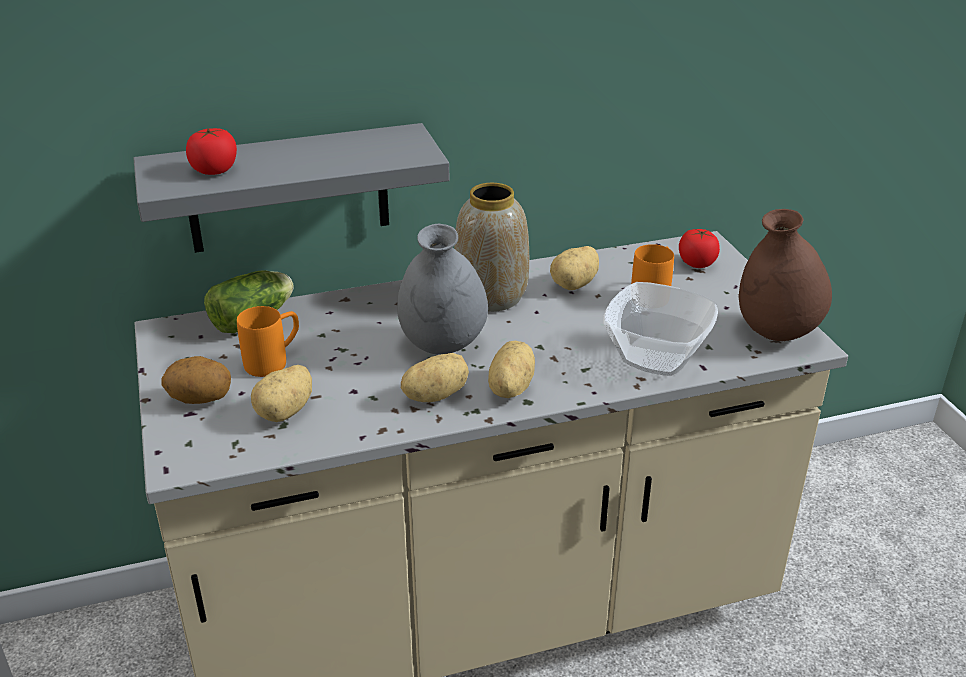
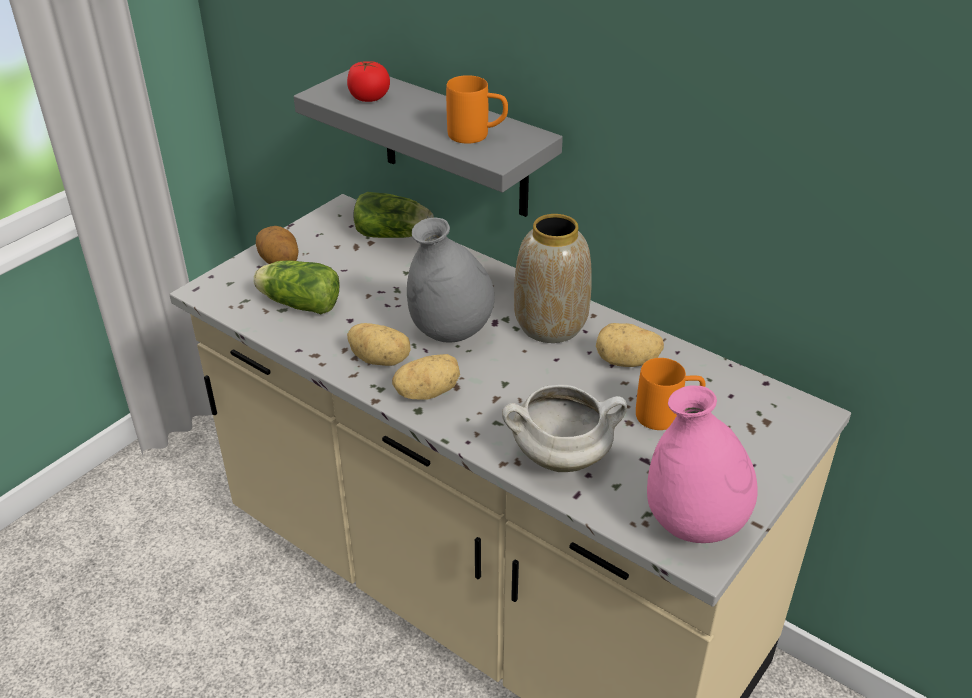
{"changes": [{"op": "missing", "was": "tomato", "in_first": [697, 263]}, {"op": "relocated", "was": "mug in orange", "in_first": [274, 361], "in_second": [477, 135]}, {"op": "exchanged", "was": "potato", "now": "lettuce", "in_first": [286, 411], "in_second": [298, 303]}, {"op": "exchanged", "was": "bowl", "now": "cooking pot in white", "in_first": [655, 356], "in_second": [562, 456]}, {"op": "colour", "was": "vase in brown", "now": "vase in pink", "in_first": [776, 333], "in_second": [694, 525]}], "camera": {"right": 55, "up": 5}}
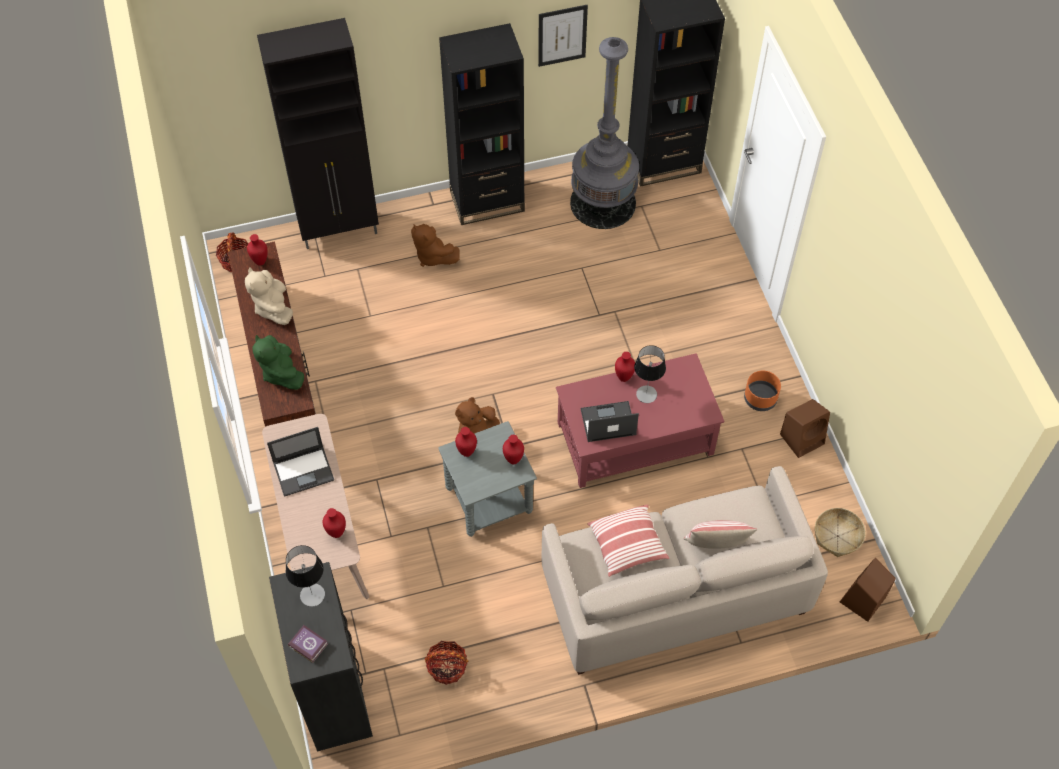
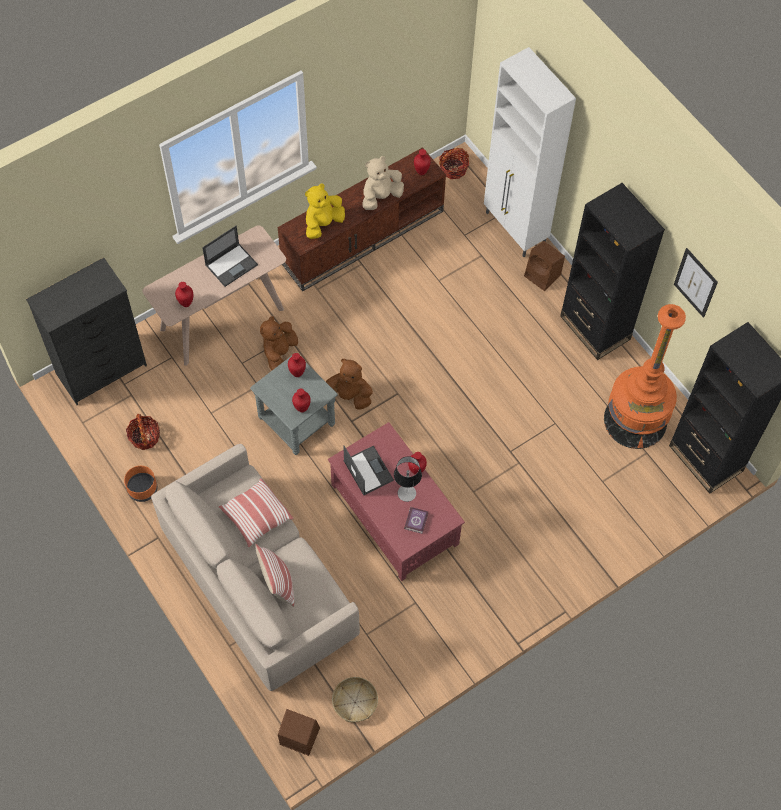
{"changes": [{"op": "missing", "was": "table lamp", "in_first": [312, 595]}, {"op": "relocated", "was": "book", "in_first": [308, 644], "in_second": [416, 520]}, {"op": "relocated", "was": "plush toy in brown", "in_first": [432, 256], "in_second": [279, 352]}, {"op": "relocated", "was": "planter in orange", "in_first": [760, 399], "in_second": [142, 489]}, {"op": "relocated", "was": "speaker in brown", "in_first": [802, 438], "in_second": [543, 275]}, {"op": "colour", "was": "plush toy in green", "now": "plush toy in yellow", "in_first": [281, 373], "in_second": [323, 223]}, {"op": "colour", "was": "cabinet in black", "now": "cabinet in white", "in_first": [340, 230], "in_second": [515, 229]}, {"op": "colour", "was": "floor lamp in grey", "now": "floor lamp in orange", "in_first": [603, 203], "in_second": [635, 420]}, {"op": "spun", "was": "laptop", "in_first": [304, 471], "in_second": [231, 264], "clockwise": -90}], "camera": {"right": 70, "up": 5}}
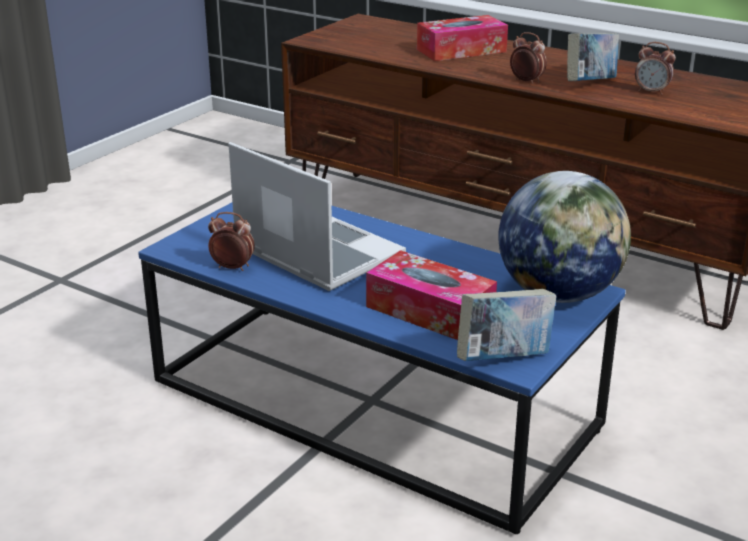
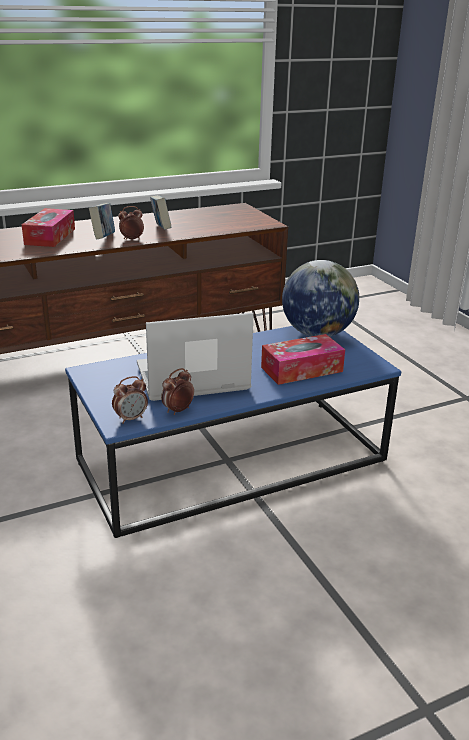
{"changes": [{"op": "relocated", "was": "book", "in_first": [504, 359], "in_second": [103, 239]}, {"op": "relocated", "was": "alarm clock", "in_first": [652, 92], "in_second": [131, 418]}], "camera": {"right": -60, "up": 0}}
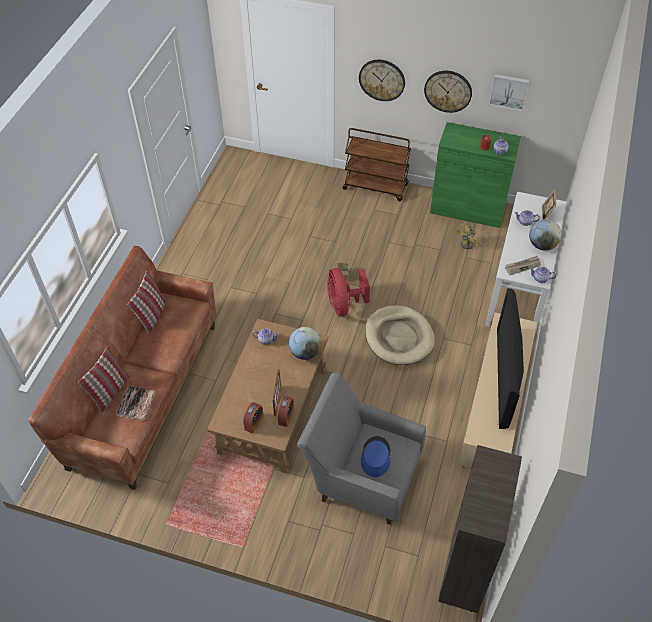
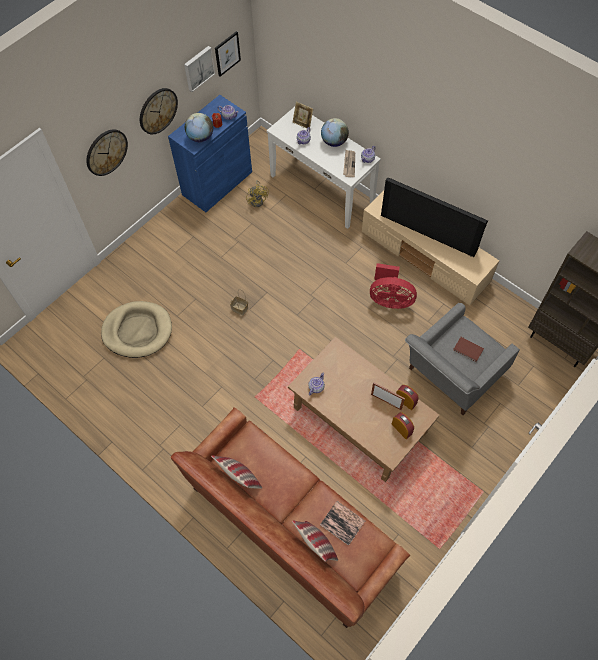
{"changes": [{"op": "missing", "was": "cart in brown", "in_first": [376, 187]}, {"op": "appeared", "now": "picture", "in_second": [227, 53]}, {"op": "relocated", "was": "globe", "in_first": [305, 352], "in_second": [200, 137]}, {"op": "relocated", "was": "fan in red", "in_first": [344, 305], "in_second": [390, 299]}, {"op": "relocated", "was": "dog bed in beige", "in_first": [399, 337], "in_second": [137, 331]}, {"op": "exchanged", "was": "hat in blue", "now": "book in brown", "in_first": [375, 457], "in_second": [468, 350]}, {"op": "colour", "was": "cabinet in green", "now": "cabinet in blue", "in_first": [468, 208], "in_second": [217, 183]}], "camera": {"right": -65, "up": 10}}
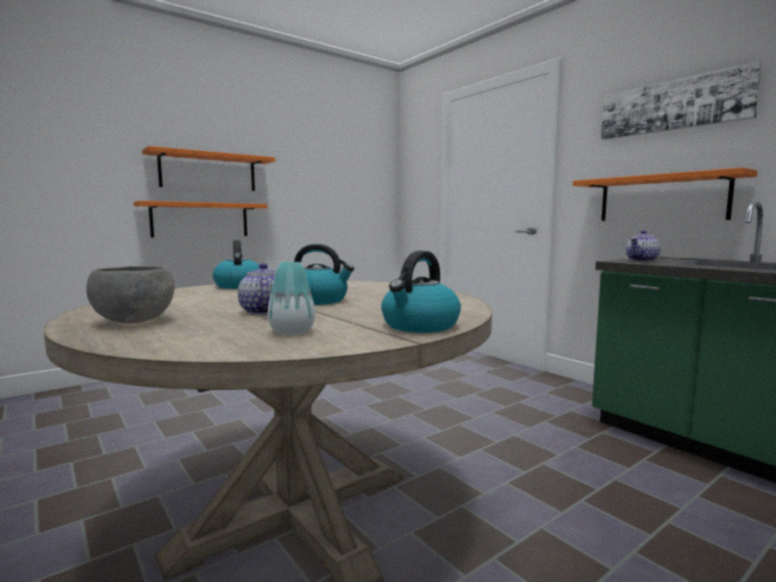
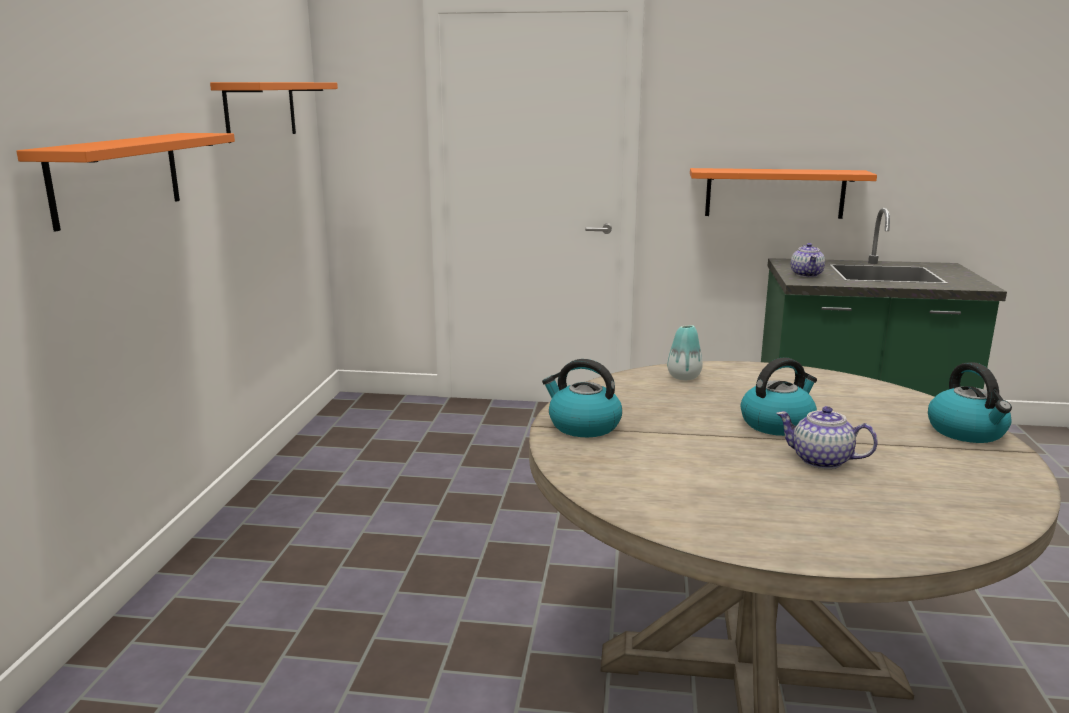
{"changes": [{"op": "missing", "was": "bowl in grey", "in_first": [135, 321]}, {"op": "missing", "was": "picture", "in_first": [673, 106]}, {"op": "relocated", "was": "shelf in orange", "in_first": [200, 220], "in_second": [261, 110]}, {"op": "relocated", "was": "vase", "in_first": [292, 332], "in_second": [684, 377]}], "camera": {"right": -45, "up": 10}}
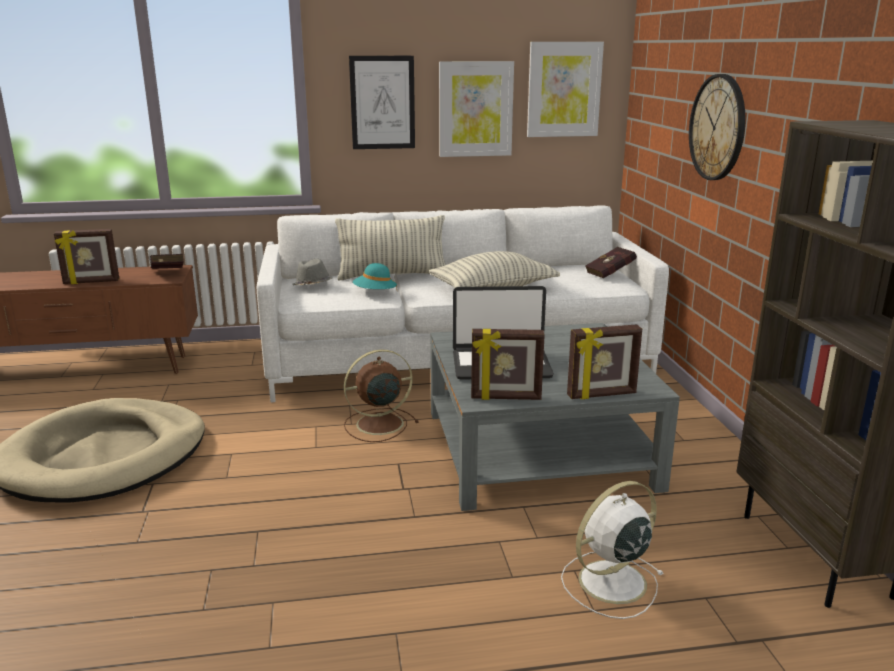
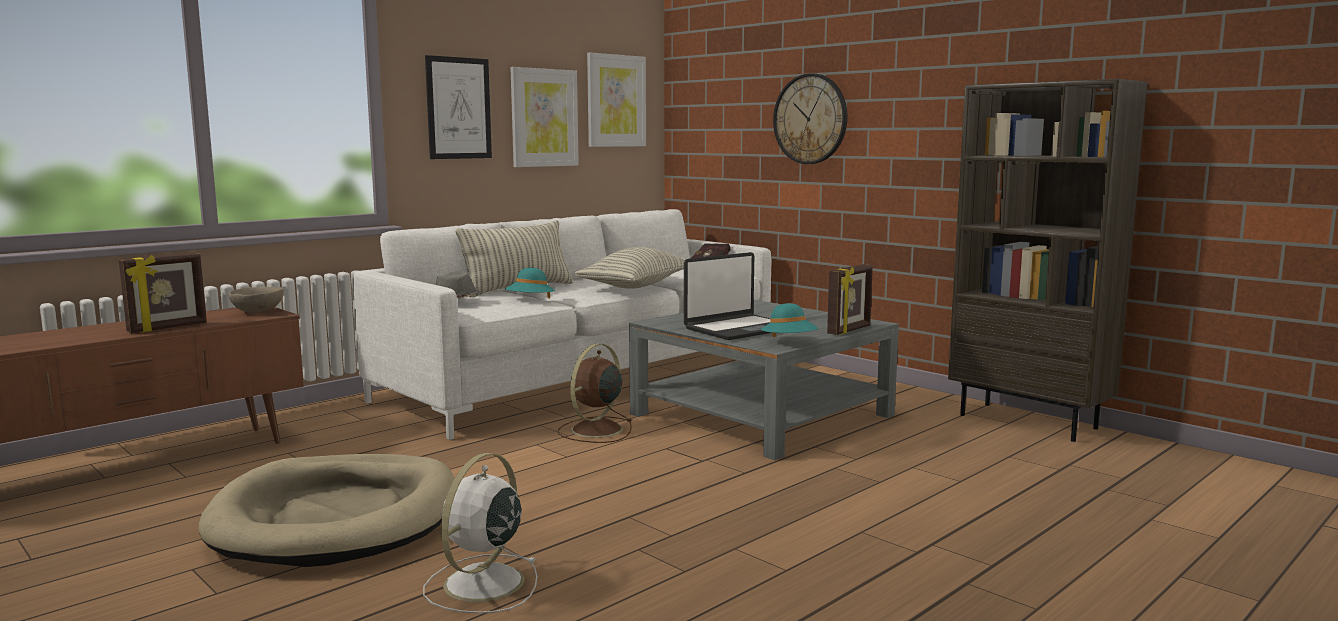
{"changes": [{"op": "relocated", "was": "fan in white", "in_first": [609, 583], "in_second": [482, 584]}, {"op": "exchanged", "was": "book in red", "now": "bowl in beige", "in_first": [168, 274], "in_second": [258, 312]}, {"op": "exchanged", "was": "picture frame", "now": "hat in turquoise", "in_first": [506, 398], "in_second": [789, 342]}], "camera": {"right": -35, "up": -10}}
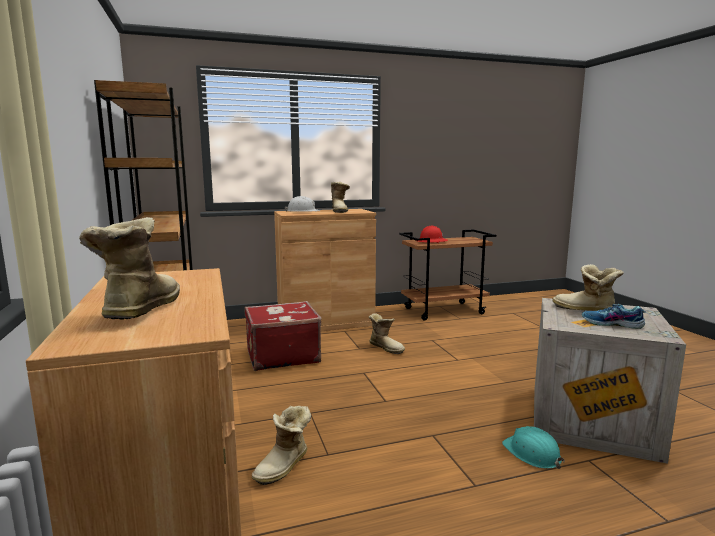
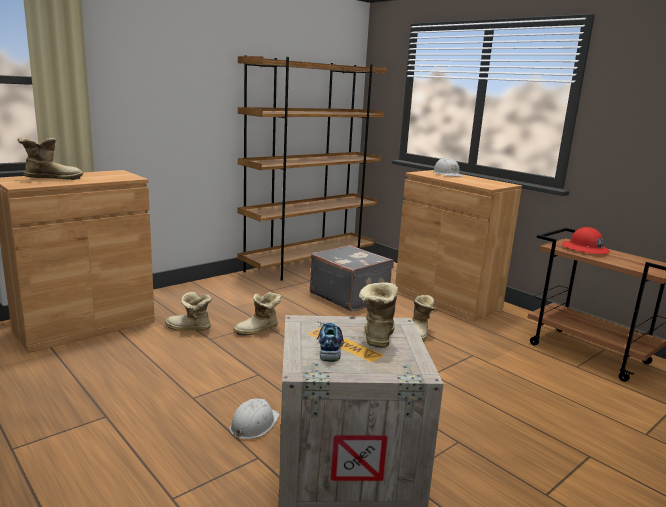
{"changes": [{"op": "relocated", "was": "boot", "in_first": [340, 211], "in_second": [258, 330]}, {"op": "colour", "was": "suitcase in red", "now": "suitcase in grey", "in_first": [282, 356], "in_second": [350, 296]}, {"op": "colour", "was": "hard hat in turquoise", "now": "hard hat in white", "in_first": [532, 453], "in_second": [254, 424]}], "camera": {"right": 65, "up": 5}}
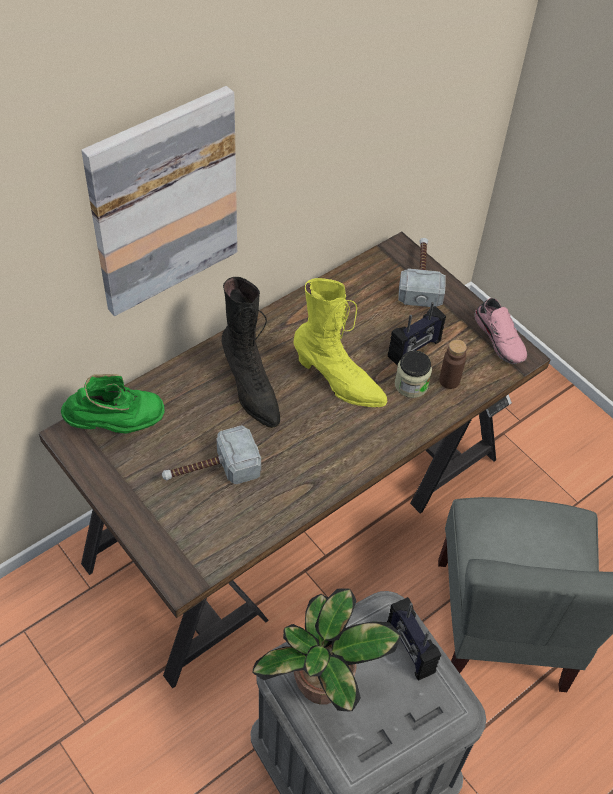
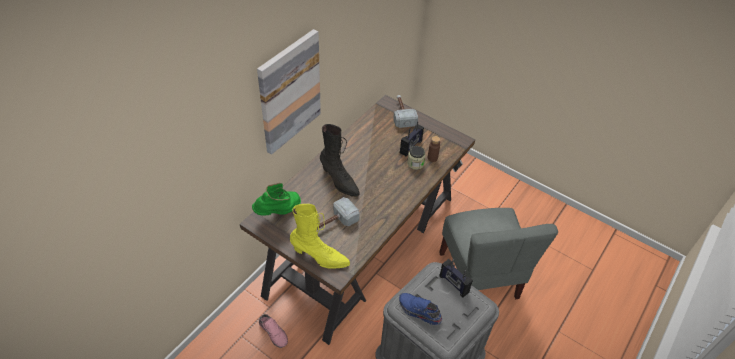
{"changes": [{"op": "relocated", "was": "boot in yellow", "in_first": [338, 382], "in_second": [319, 257]}, {"op": "relocated", "was": "shoe in pink", "in_first": [501, 338], "in_second": [274, 332]}, {"op": "exchanged", "was": "potted plant", "now": "shoe in blue", "in_first": [321, 687], "in_second": [419, 311]}], "camera": {"right": -15, "up": -5}}
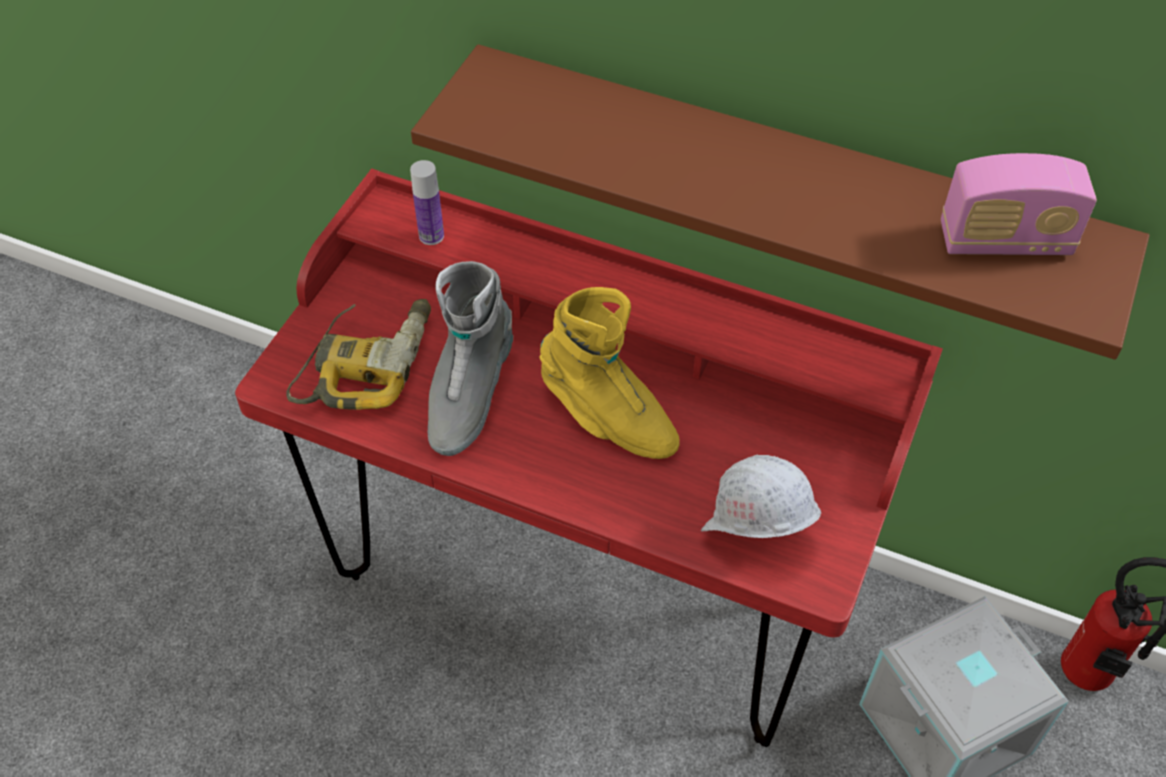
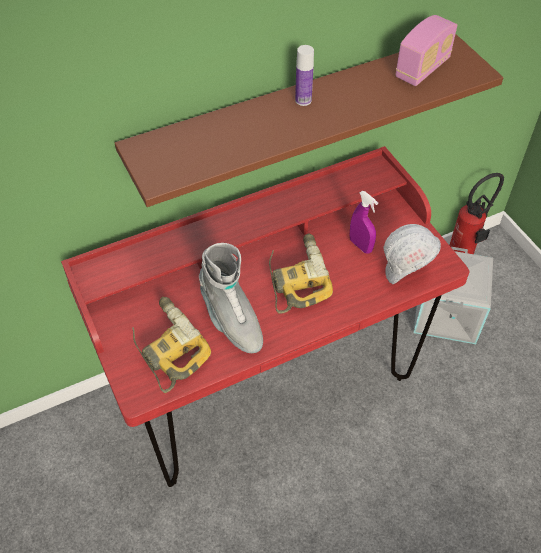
{"changes": [{"op": "appeared", "now": "spray bottle in purple", "in_second": [360, 245]}, {"op": "relocated", "was": "bottle", "in_first": [431, 236], "in_second": [303, 100]}, {"op": "exchanged", "was": "boot in yellow", "now": "power drill", "in_first": [607, 418], "in_second": [296, 278]}], "camera": {"right": -50, "up": 0}}
